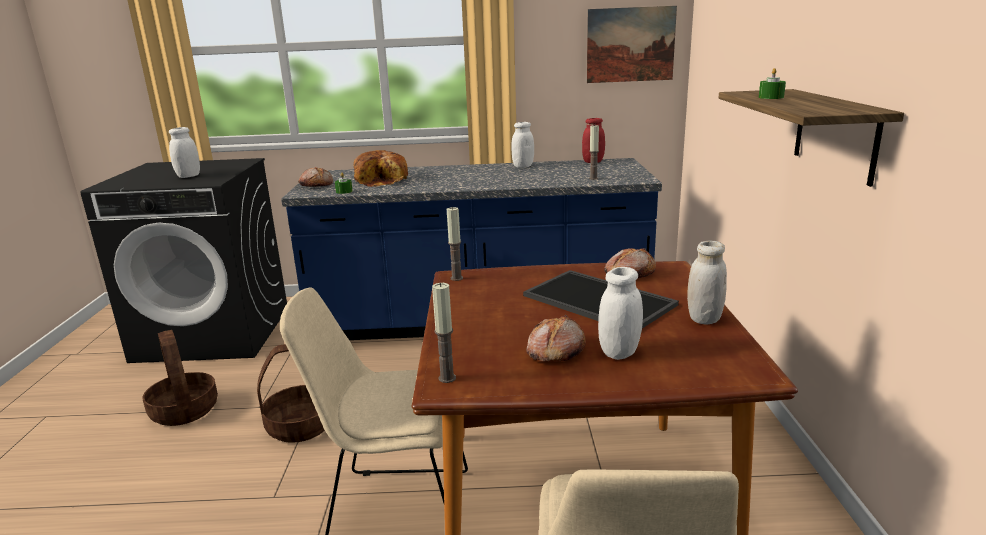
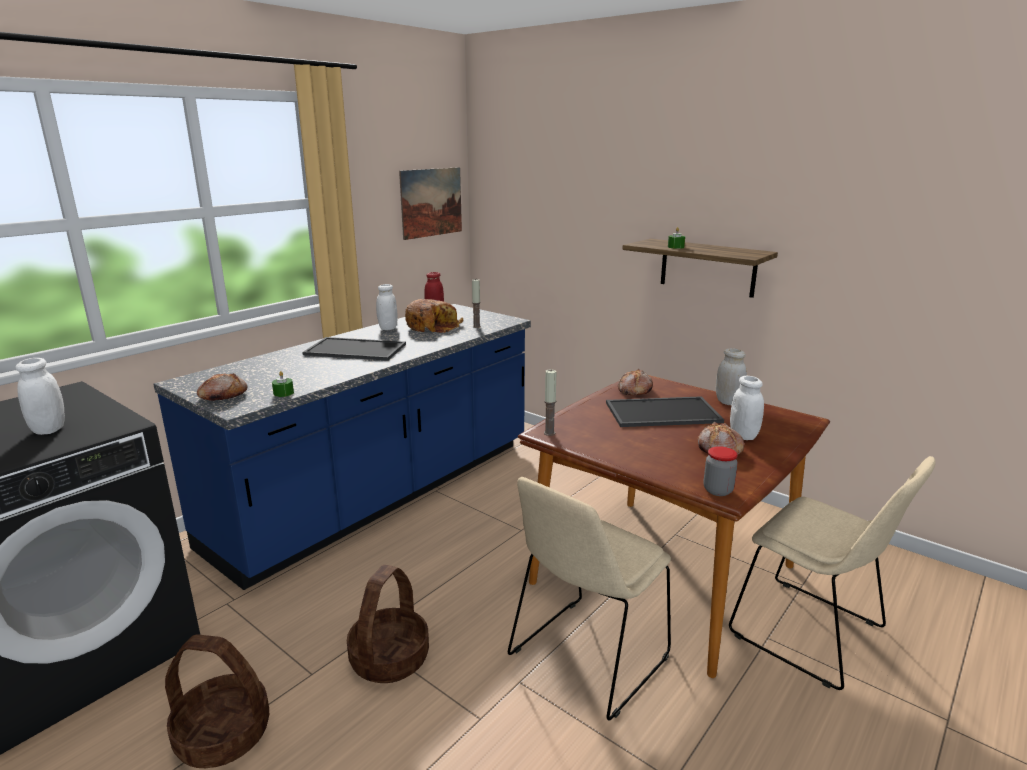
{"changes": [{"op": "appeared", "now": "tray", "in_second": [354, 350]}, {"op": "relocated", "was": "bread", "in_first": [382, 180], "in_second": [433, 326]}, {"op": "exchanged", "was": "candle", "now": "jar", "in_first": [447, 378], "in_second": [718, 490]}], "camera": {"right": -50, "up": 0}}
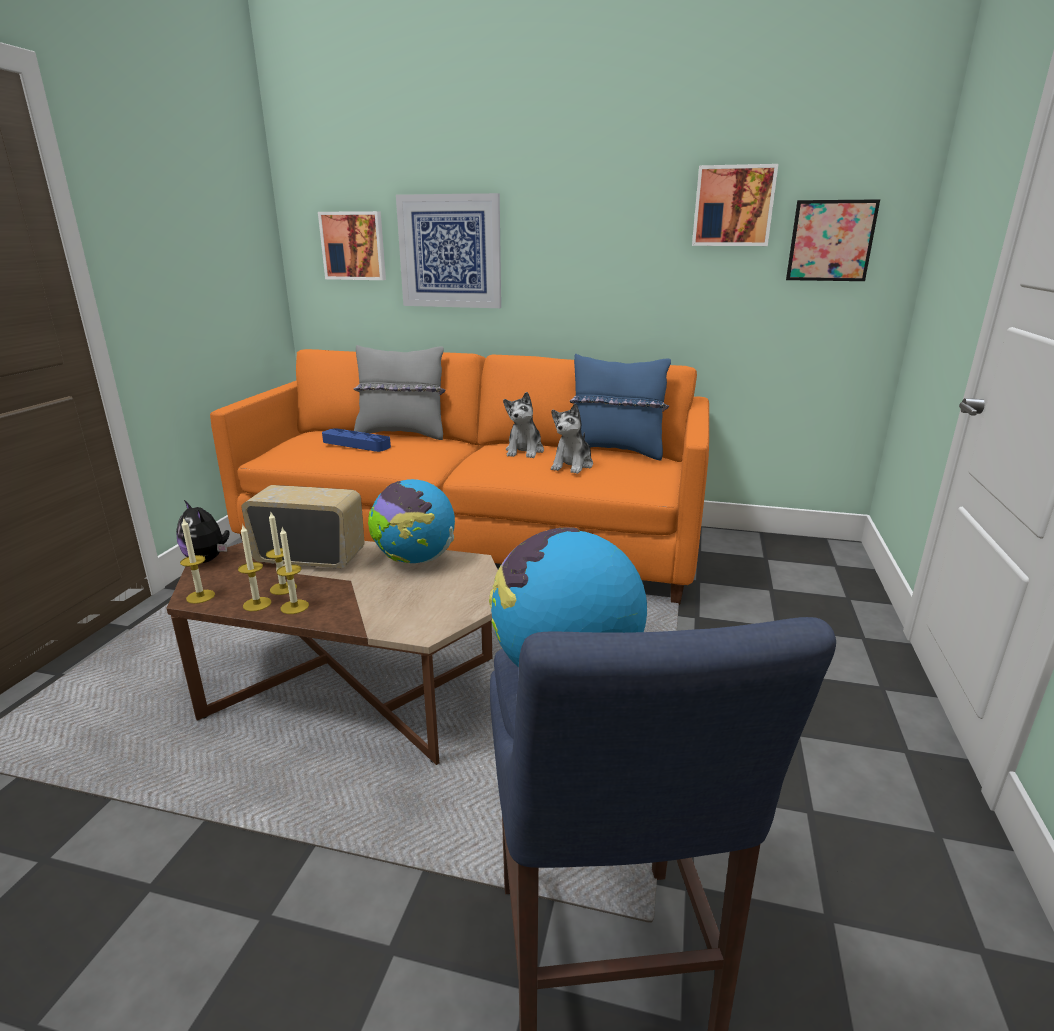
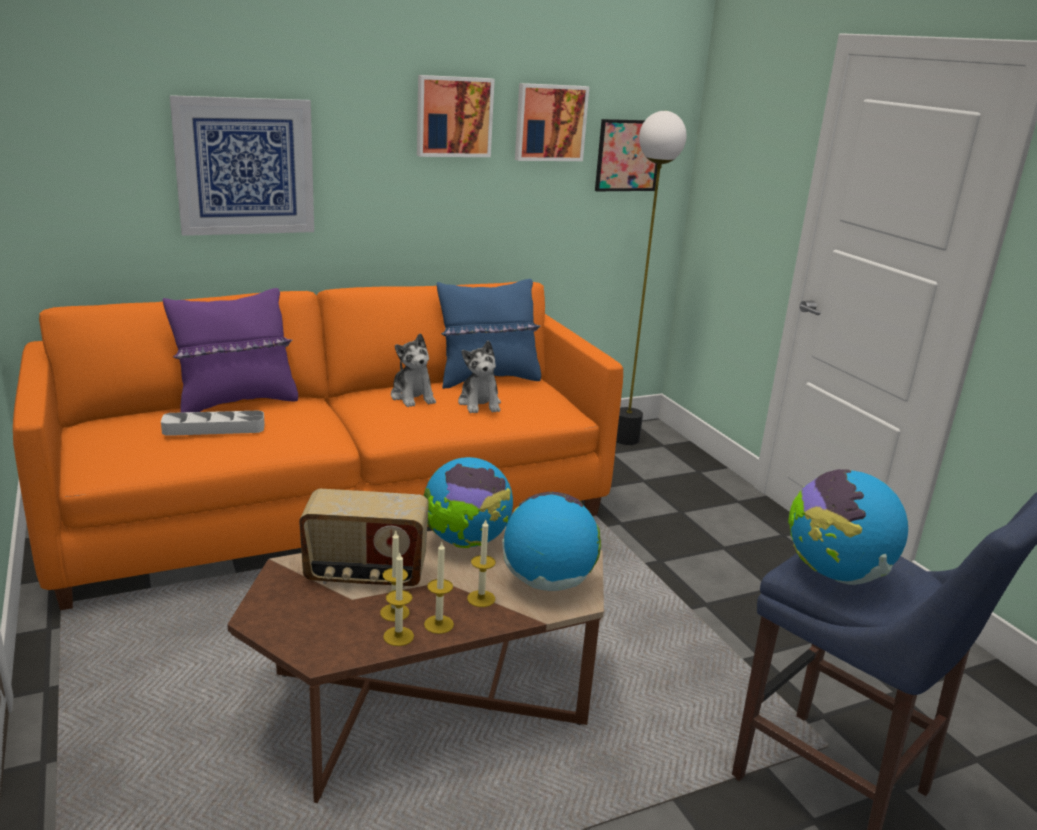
{"changes": [{"op": "missing", "was": "plush toy", "in_first": [208, 559]}, {"op": "appeared", "now": "globe", "in_second": [548, 582]}, {"op": "appeared", "now": "floor lamp", "in_second": [625, 439]}, {"op": "relocated", "was": "candle", "in_first": [200, 596], "in_second": [481, 598]}, {"op": "relocated", "was": "picture", "in_first": [354, 246], "in_second": [453, 116]}, {"op": "colour", "was": "tray in blue", "now": "tray in grey", "in_first": [356, 444], "in_second": [214, 428]}, {"op": "colour", "was": "pillow in grey", "now": "pillow in purple", "in_first": [402, 434], "in_second": [236, 403]}, {"op": "spun", "was": "radio", "in_first": [311, 558], "in_second": [365, 574], "clockwise": -150}], "camera": {"right": -40, "up": 0}}
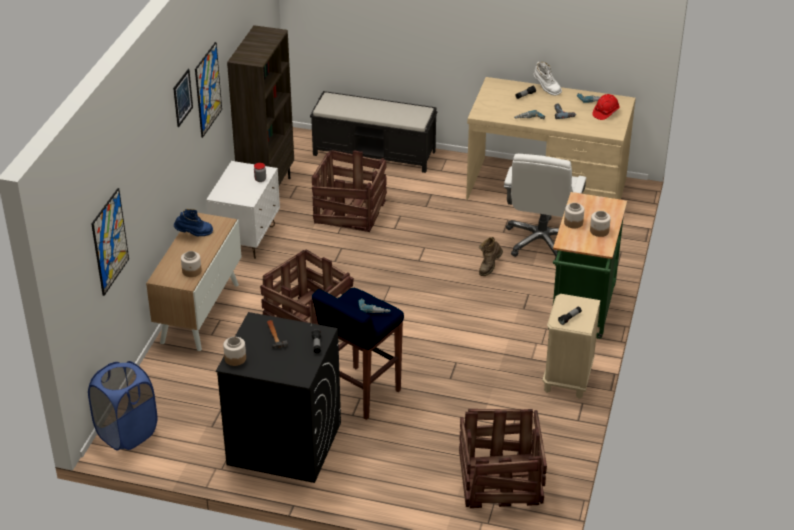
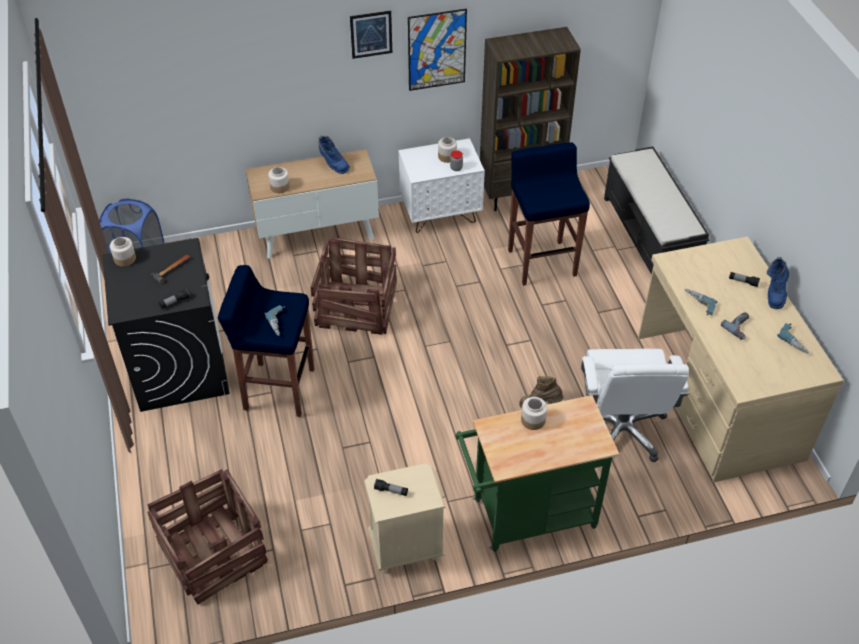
{"changes": [{"op": "missing", "was": "picture", "in_first": [110, 241]}, {"op": "missing", "was": "hard hat in red", "in_first": [605, 113]}, {"op": "relocated", "was": "jar", "in_first": [599, 231], "in_second": [447, 157]}, {"op": "exchanged", "was": "crate", "now": "stool in blue", "in_first": [350, 211], "in_second": [541, 262]}, {"op": "colour", "was": "boot in white", "now": "boot in blue", "in_first": [546, 89], "in_second": [774, 294]}, {"op": "spun", "was": "office chair in white", "in_first": [541, 241], "in_second": [621, 430], "clockwise": -75}], "camera": {"right": 60, "up": 10}}
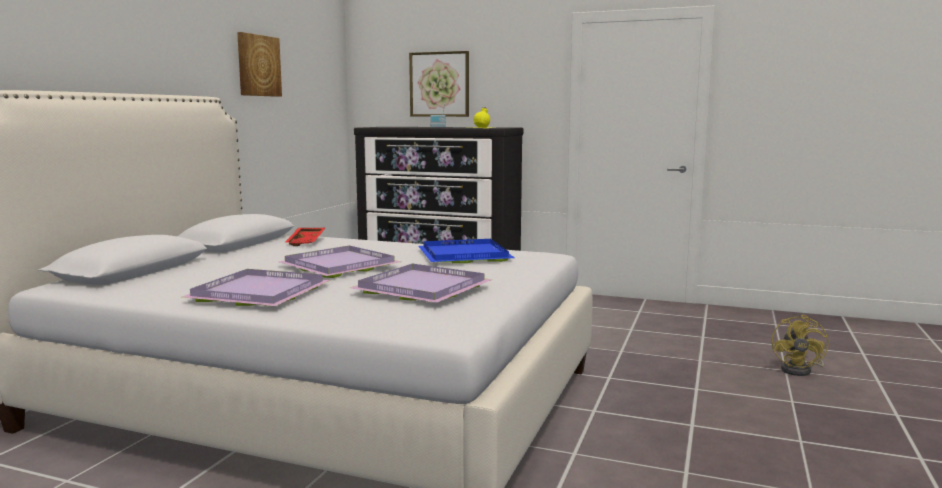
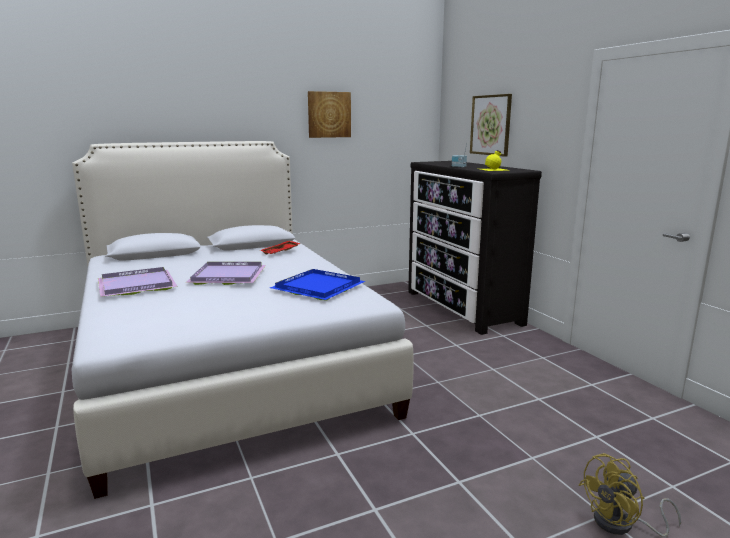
{"changes": [{"op": "missing", "was": "tray in purple", "in_first": [425, 288]}], "camera": {"right": 45, "up": 5}}
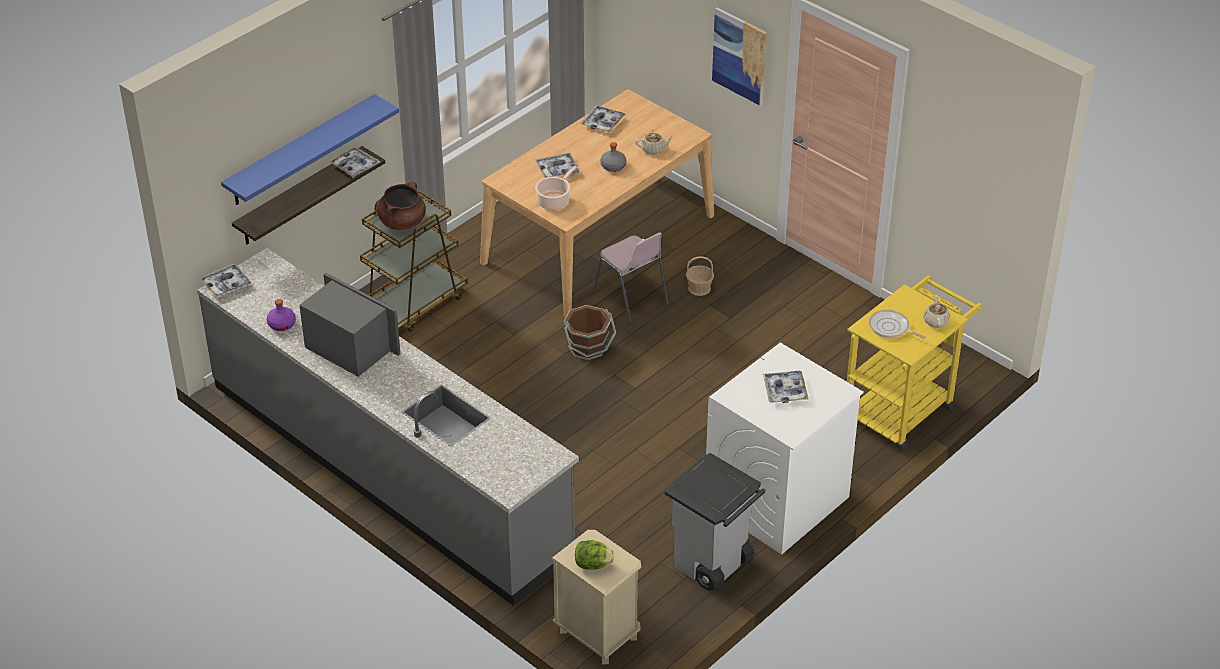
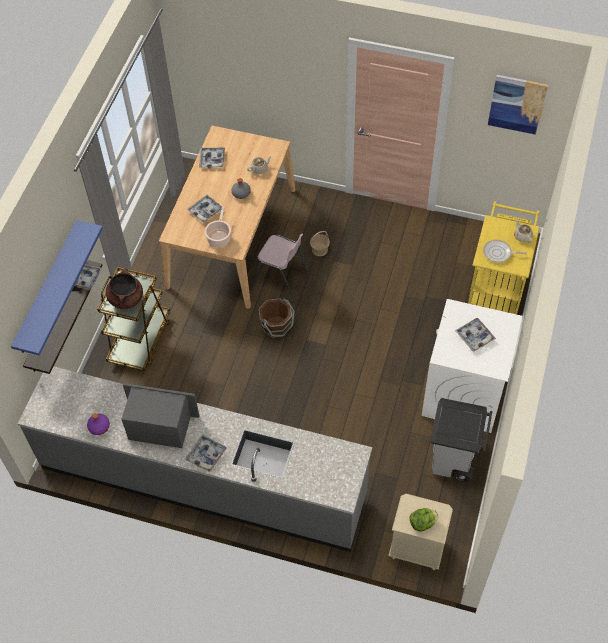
{"changes": [{"op": "relocated", "was": "tray", "in_first": [226, 284], "in_second": [206, 455]}, {"op": "relocated", "was": "picture", "in_first": [740, 56], "in_second": [517, 104]}], "camera": {"right": -25, "up": 15}}
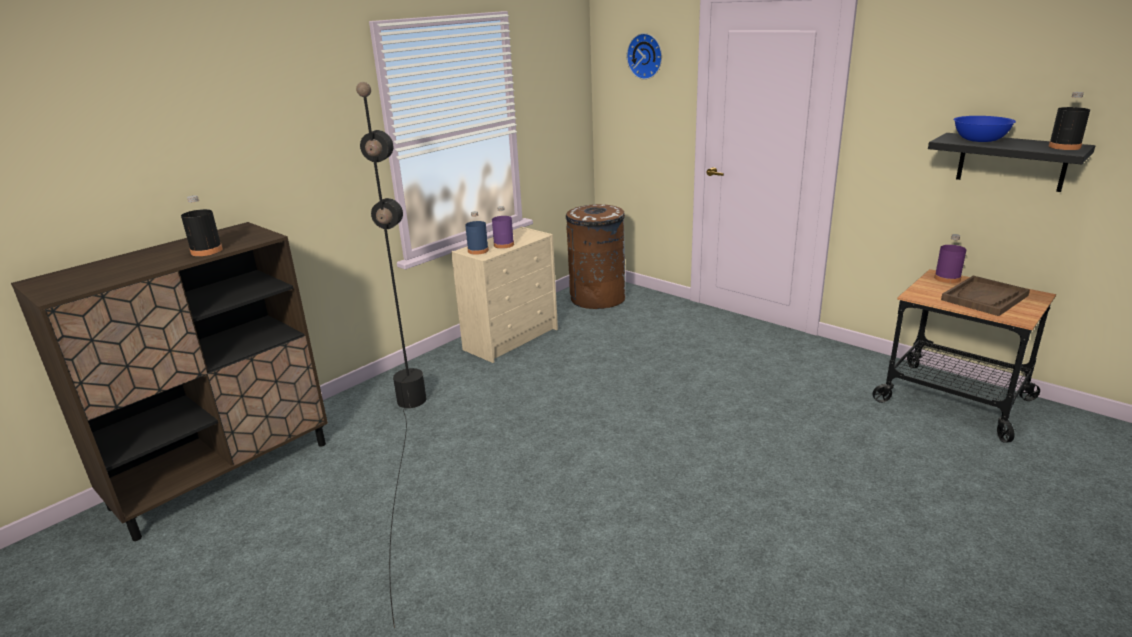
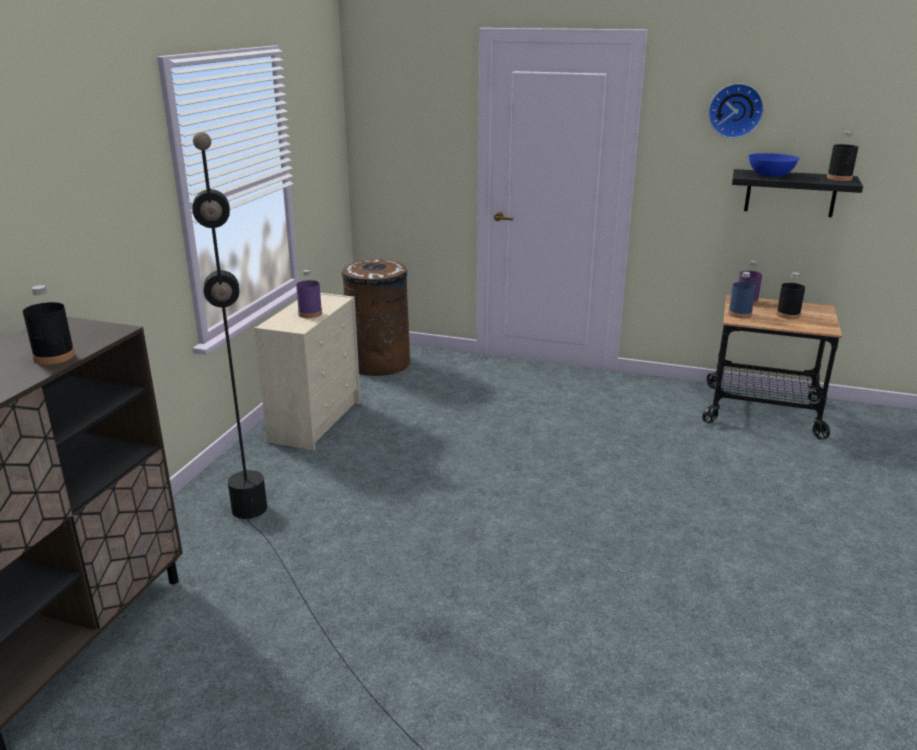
{"changes": [{"op": "relocated", "was": "bottle in blue", "in_first": [478, 251], "in_second": [739, 314]}, {"op": "relocated", "was": "wall clock", "in_first": [646, 56], "in_second": [735, 110]}, {"op": "exchanged", "was": "tray in brown", "now": "bottle in black", "in_first": [984, 298], "in_second": [788, 315]}], "camera": {"right": -25, "up": 0}}
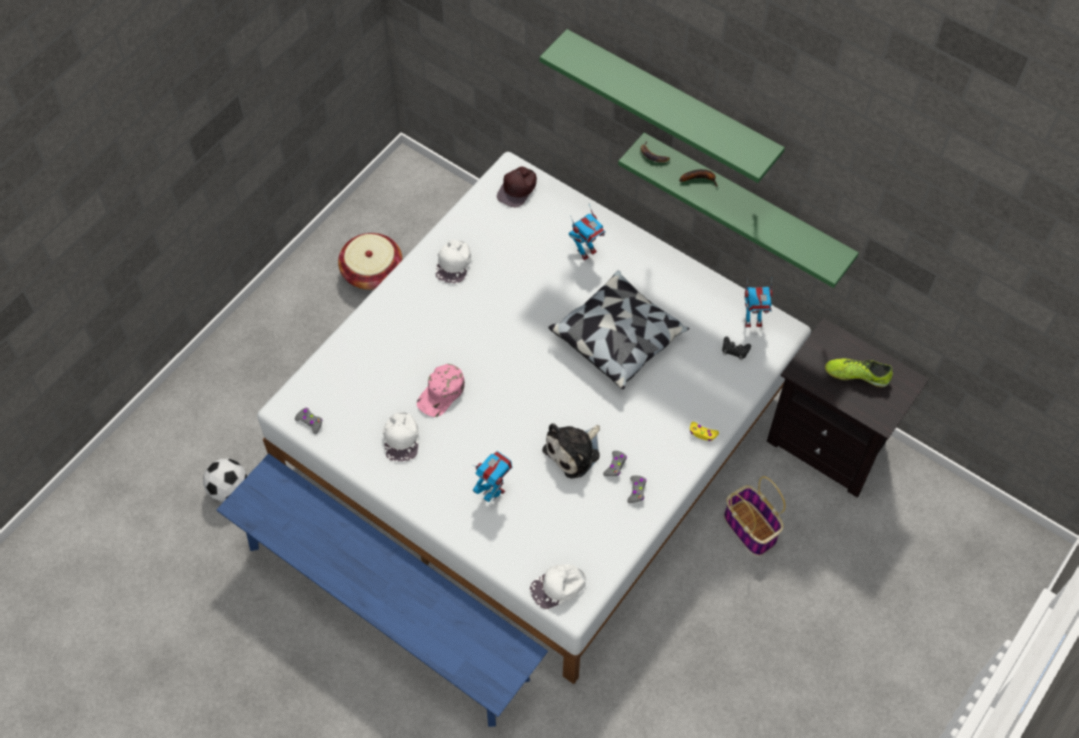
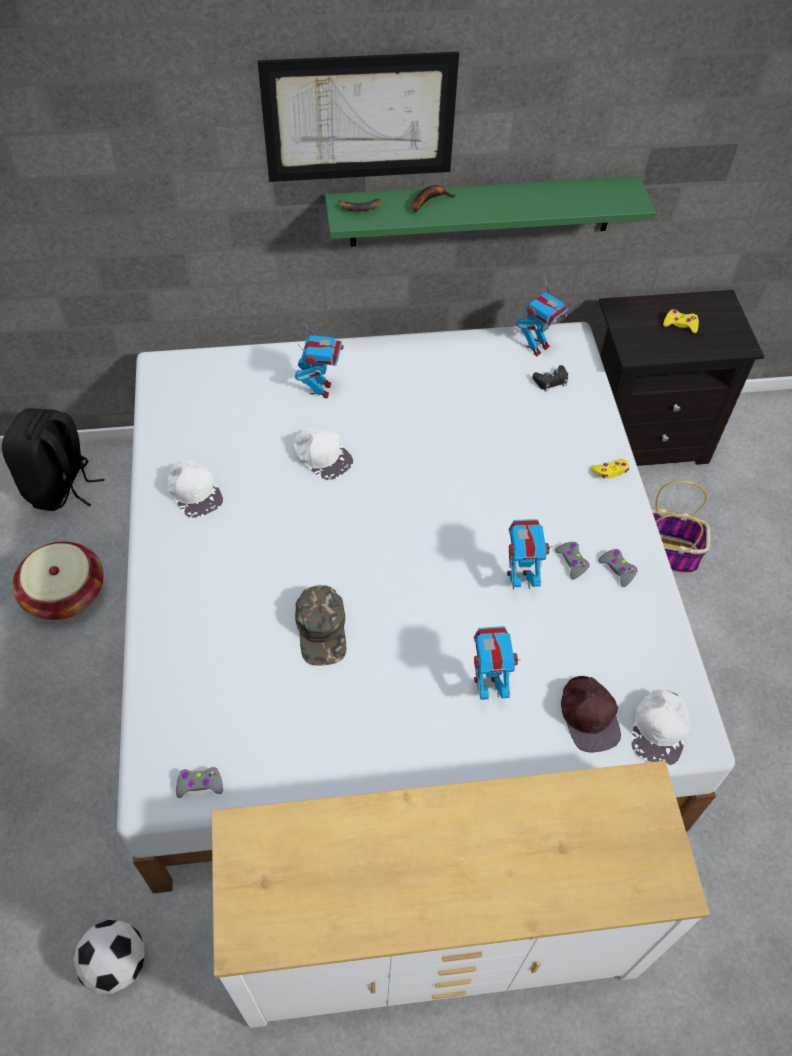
{"changes": [{"op": "missing", "was": "pillow", "in_first": [618, 338]}, {"op": "appeared", "now": "backpack in black", "in_second": [60, 487]}, {"op": "relocated", "was": "cap in white", "in_first": [402, 438], "in_second": [322, 455]}, {"op": "relocated", "was": "cap in brown", "in_first": [517, 188], "in_second": [589, 715]}, {"op": "exchanged", "was": "bench in blue", "now": "dresser in white", "in_first": [386, 611], "in_second": [437, 934]}, {"op": "exchanged", "was": "shelf in green", "now": "picture", "in_first": [671, 103], "in_second": [359, 118]}, {"op": "exchanged", "was": "plush toy", "now": "toy robot", "in_first": [574, 451], "in_second": [519, 579]}, {"op": "exchanged", "was": "shoe", "now": "game controller in yellow", "in_first": [856, 375], "in_second": [680, 324]}, {"op": "colour", "was": "cap in pink", "now": "cap in green", "in_first": [441, 393], "in_second": [322, 630]}], "camera": {"right": -45, "up": -5}}
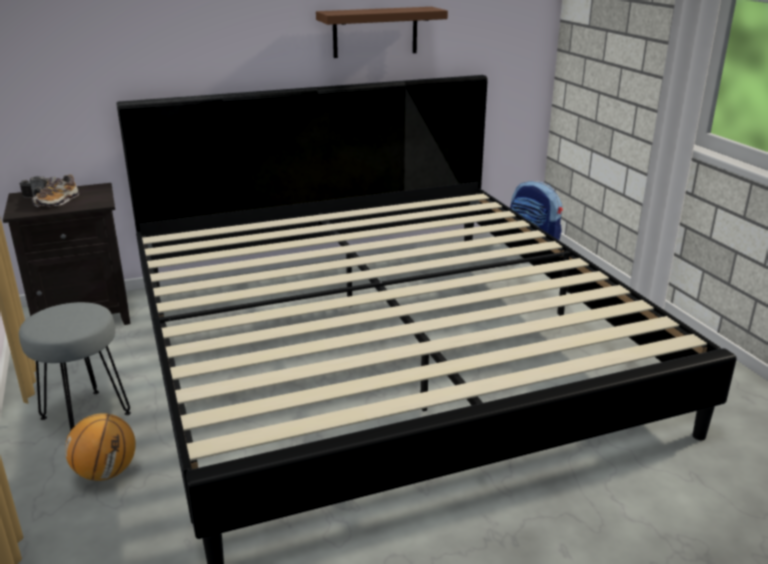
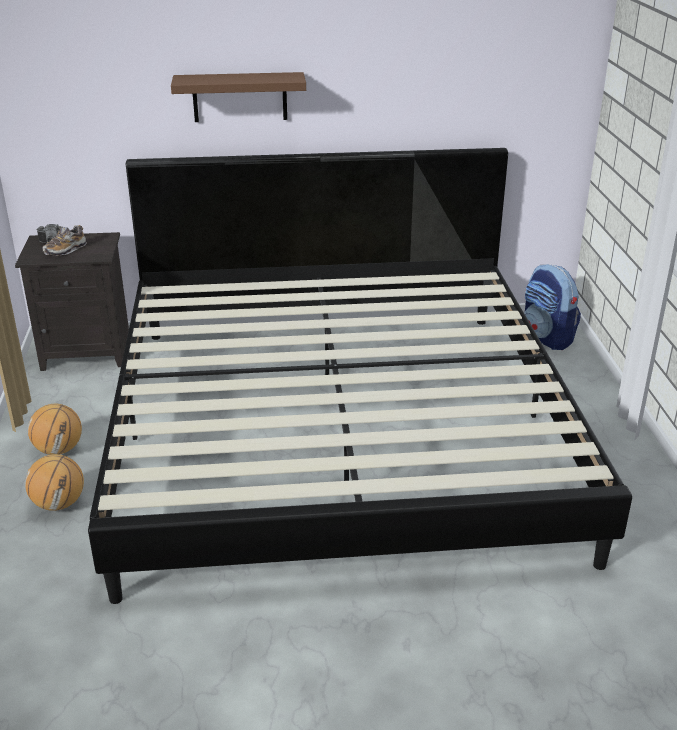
{"changes": [{"op": "relocated", "was": "shelf in brown", "in_first": [375, 32], "in_second": [240, 97]}, {"op": "exchanged", "was": "stool in grey", "now": "basketball", "in_first": [86, 415], "in_second": [59, 450]}], "camera": {"right": 15, "up": 5}}
